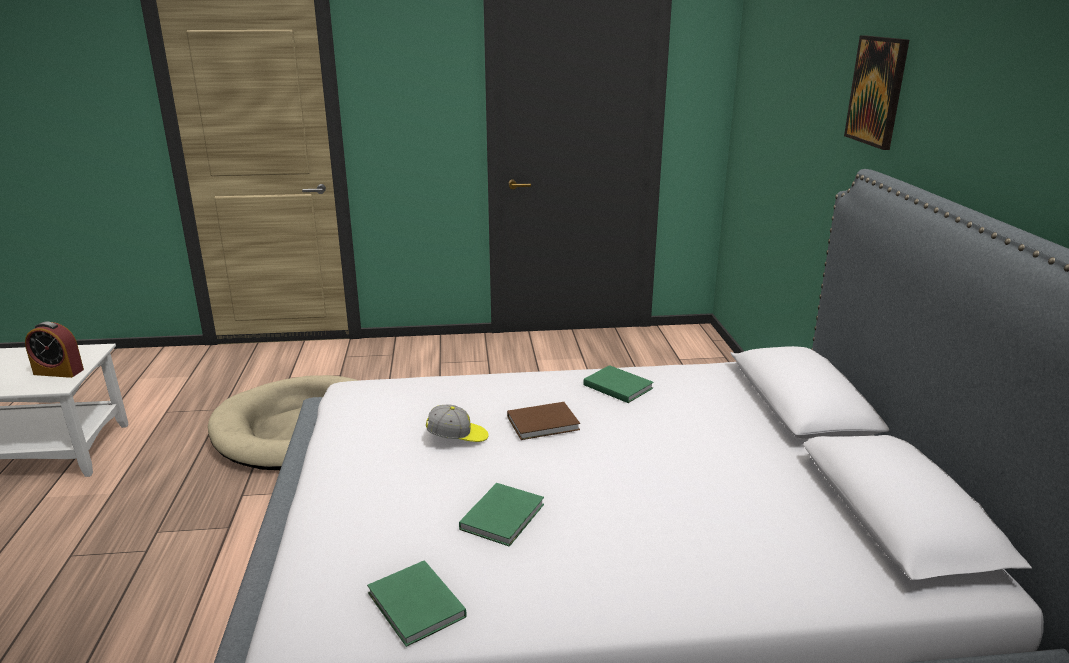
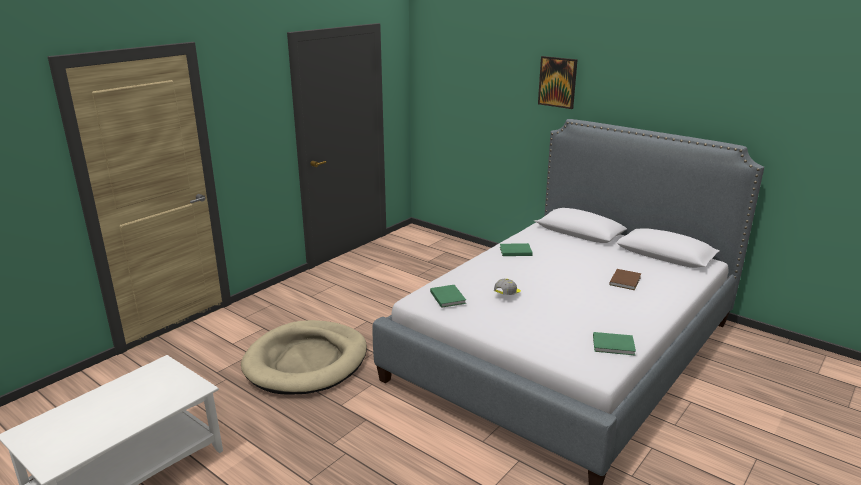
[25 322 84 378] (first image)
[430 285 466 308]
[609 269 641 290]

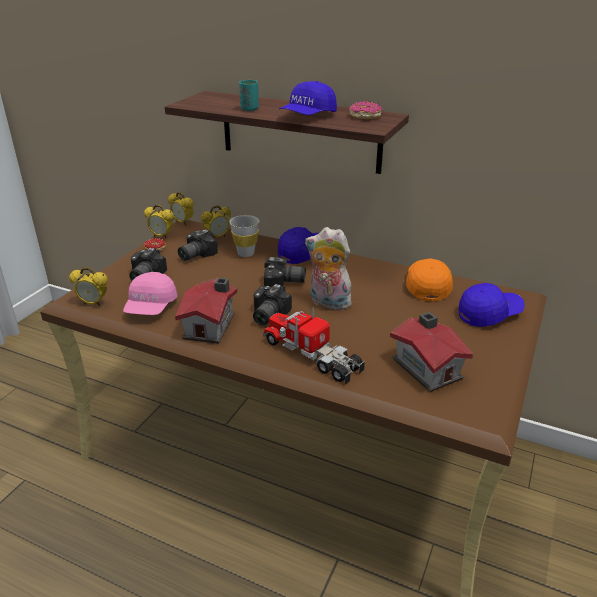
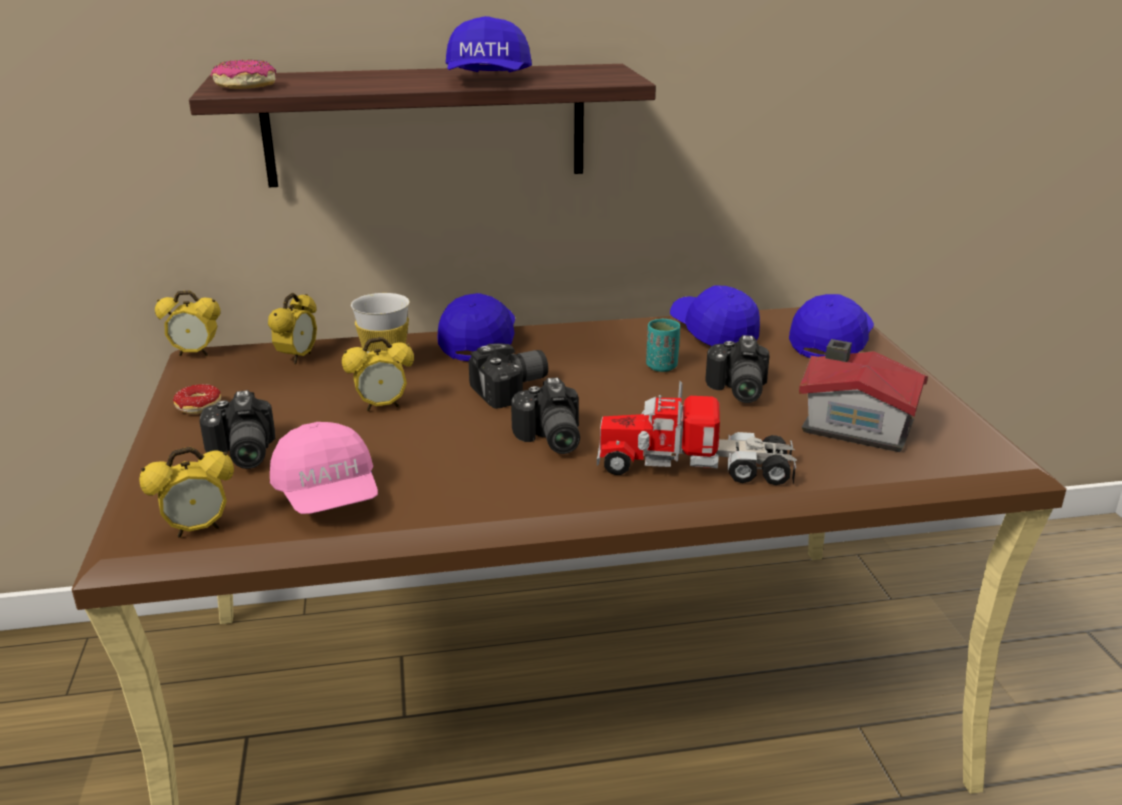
[342 337 414 411]
[175 278 237 343] (first image)
[705 335 769 403]
[646 319 680 372]
[305 227 355 310] (first image)
[210 60 276 89]
[670 286 760 346]

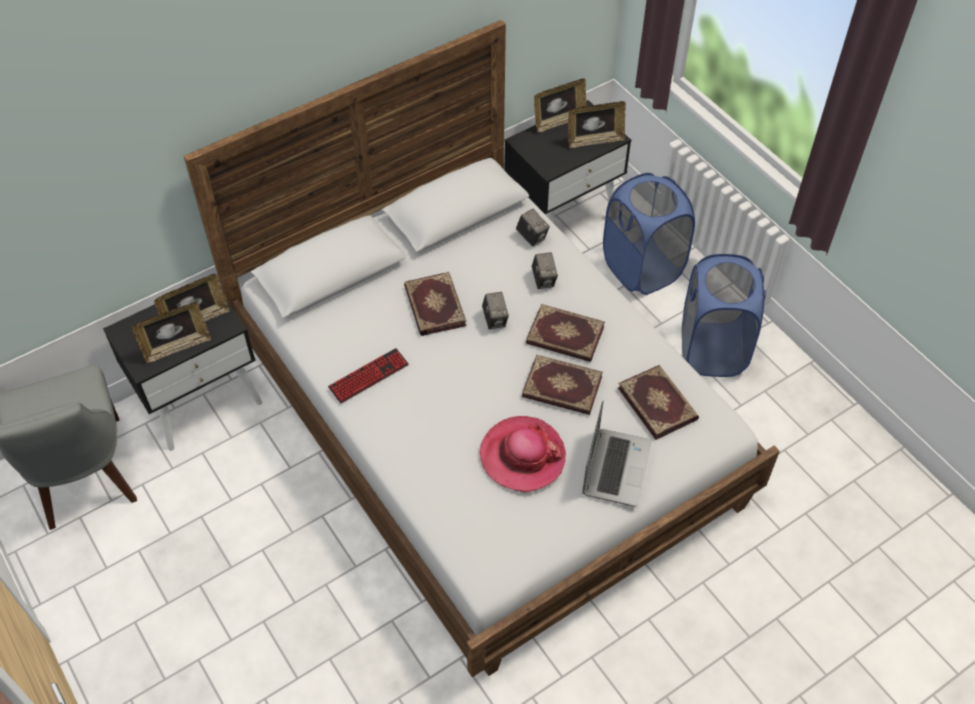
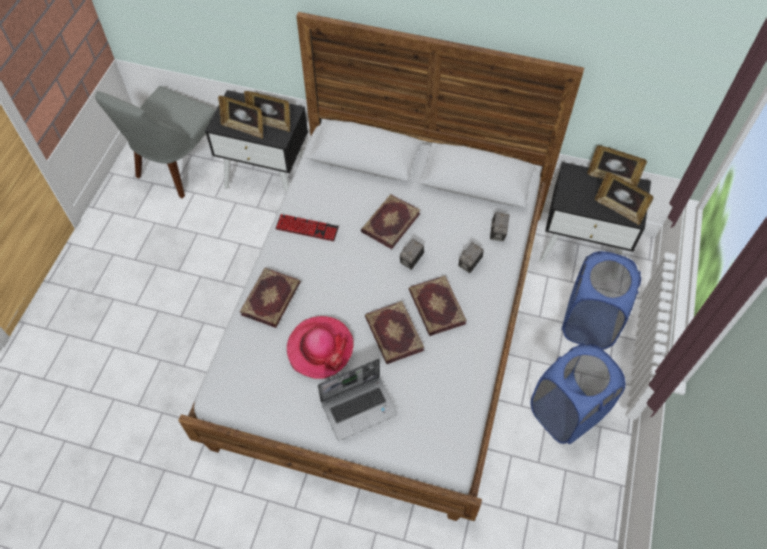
[240 268 300 328]

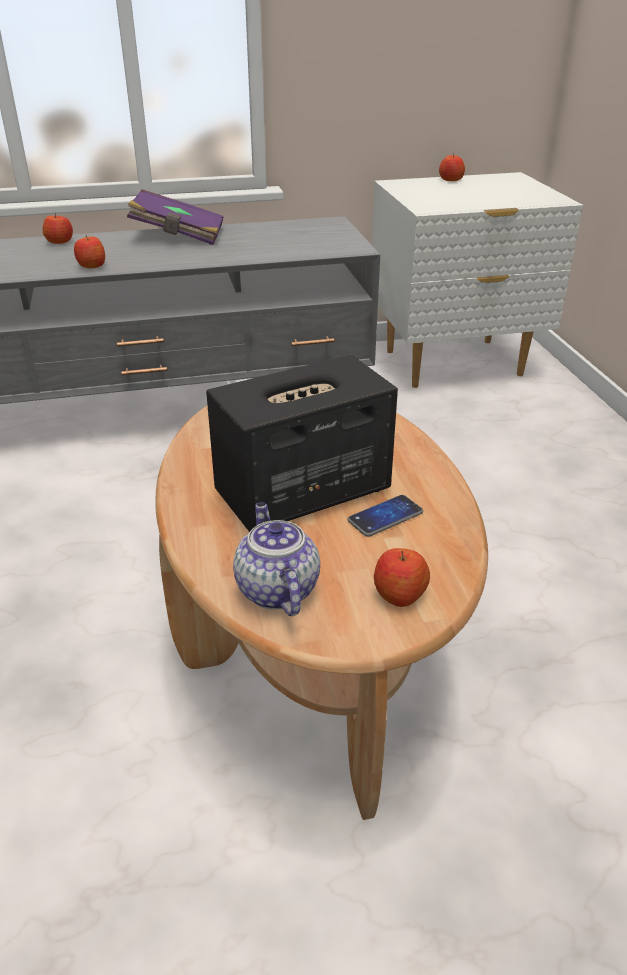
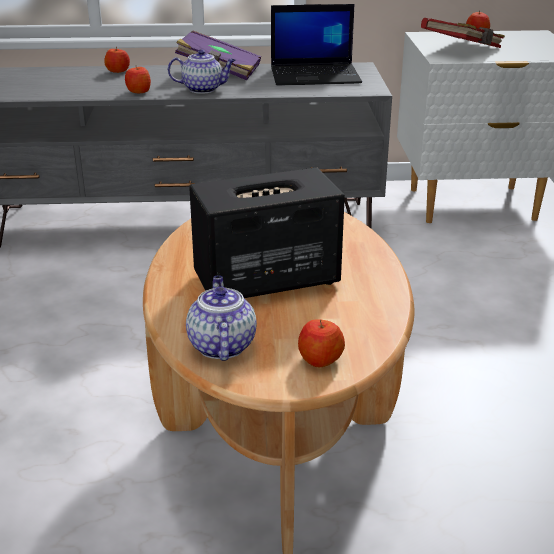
[348 495 423 537] (first image)
[168 49 236 94]
[271 4 362 86]
[421 18 505 48]

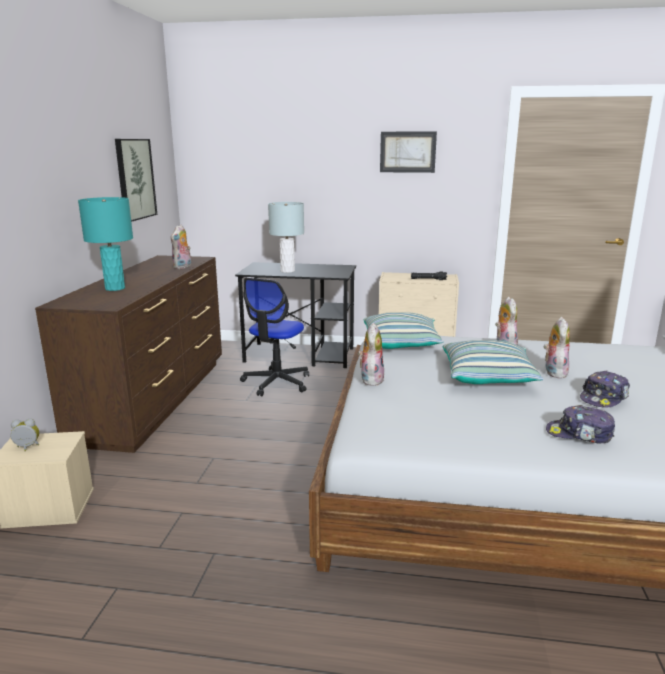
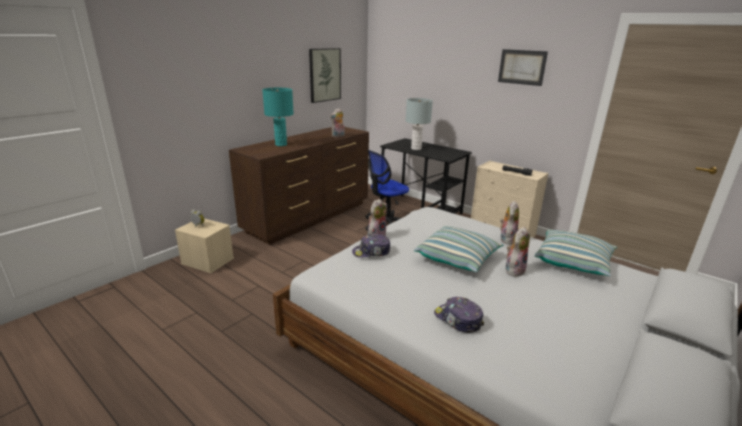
[535 230 617 276]
[352 234 391 258]

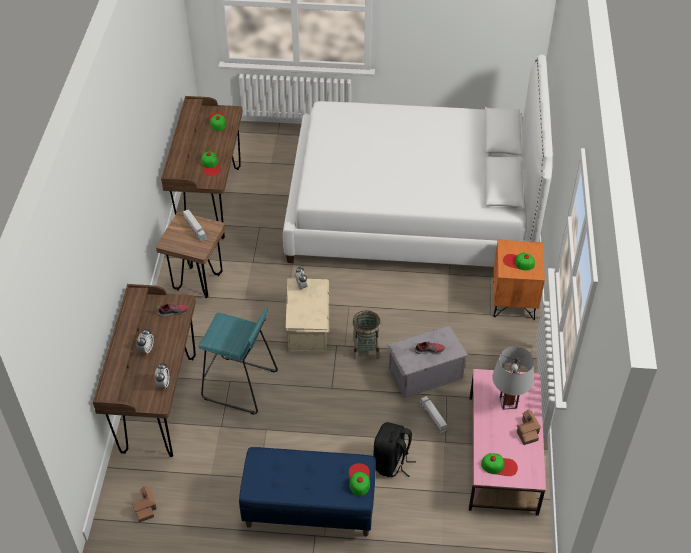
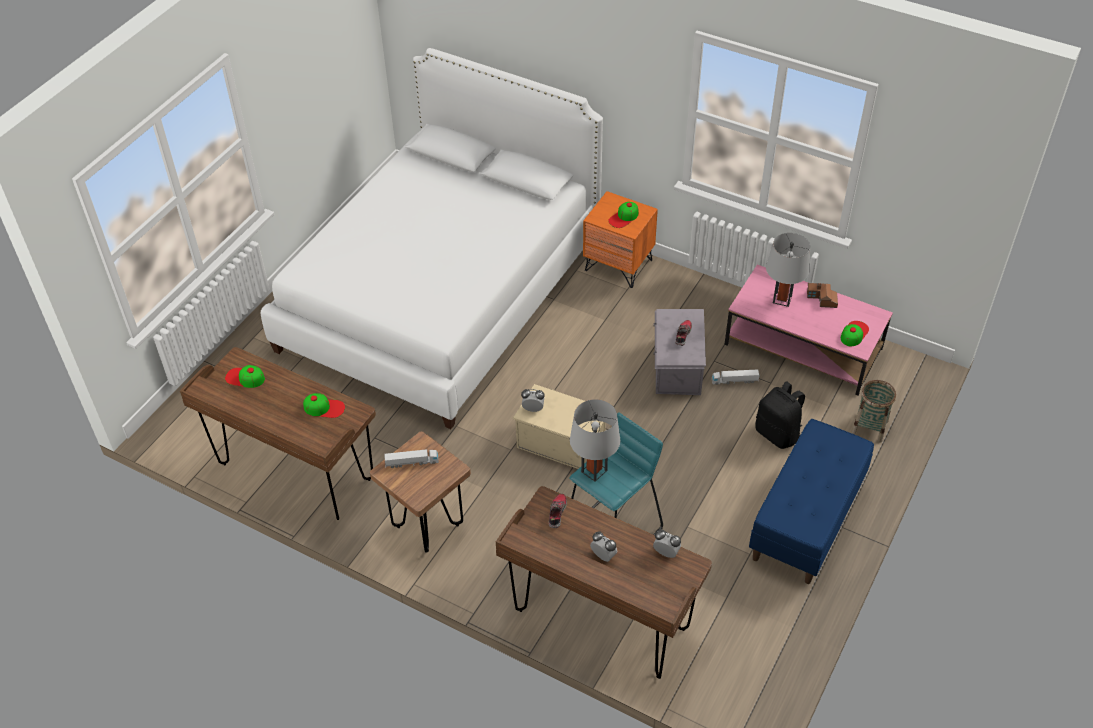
[132 486 156 523] (first image)
[349 463 370 496] (first image)
[851 380 896 443]
[570 399 620 482]

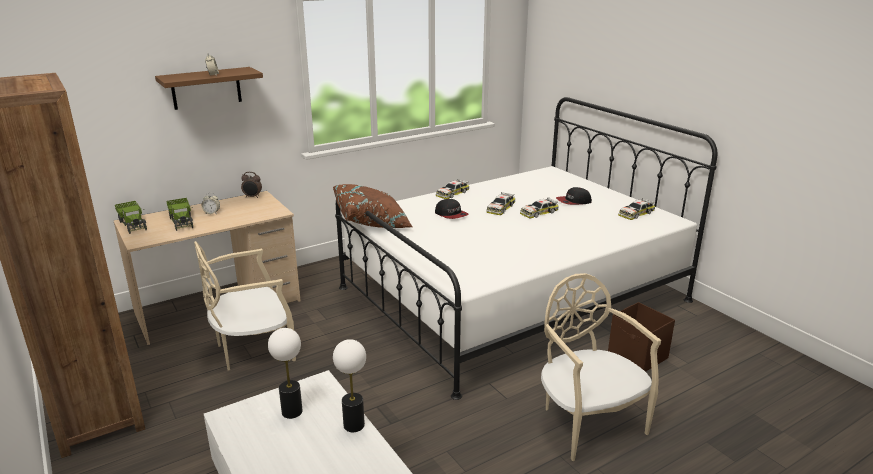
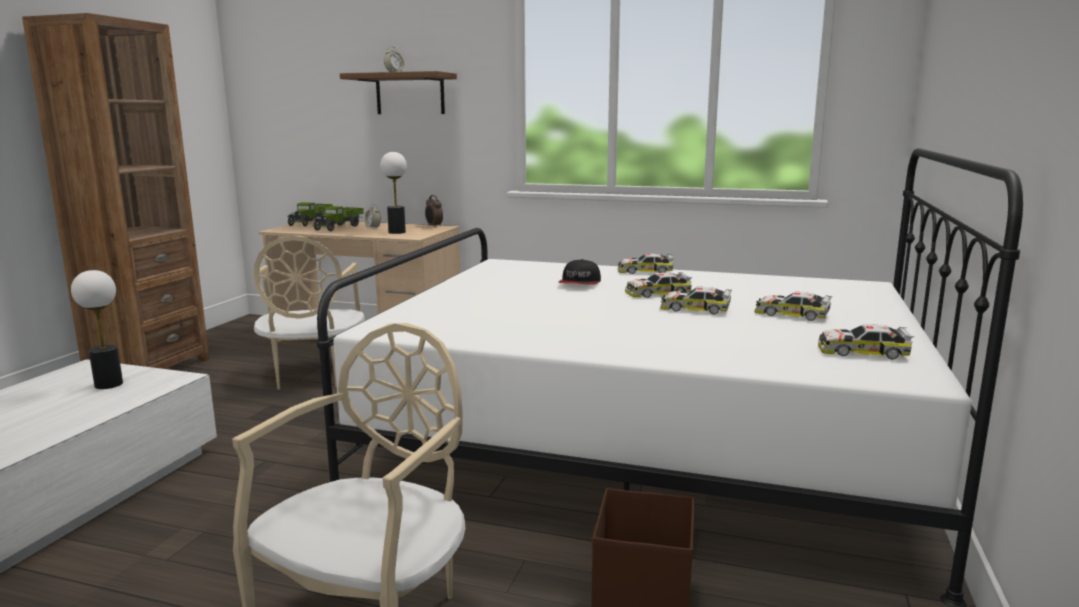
[254 236 365 389]
[333 184 413 228] (first image)
[380 152 407 234]
[754 292 833 321]

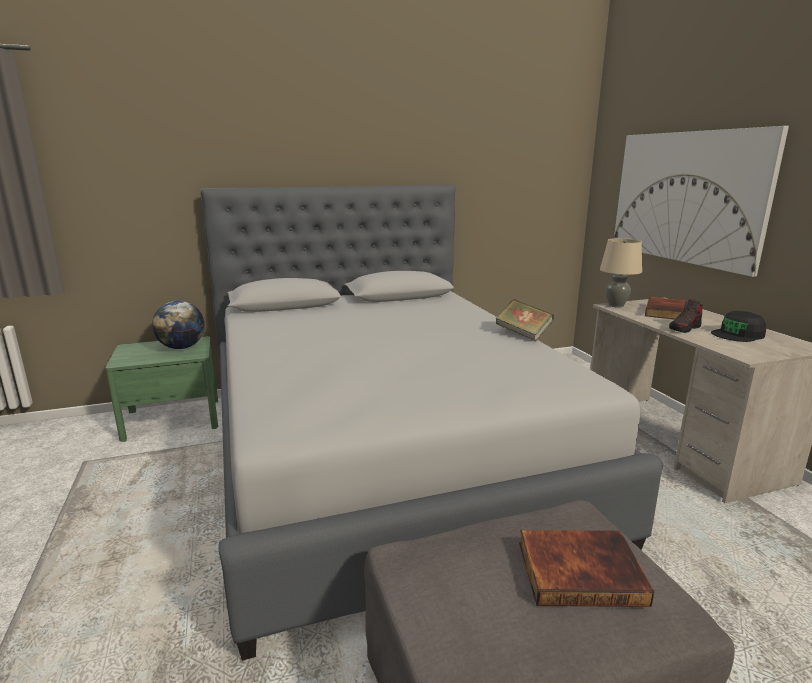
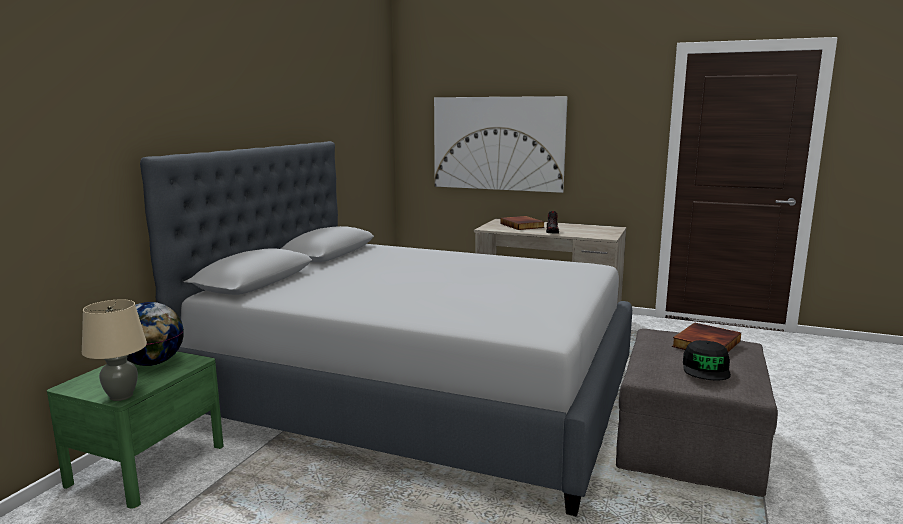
[495 299 554 341] (first image)
[82 299 147 401]
[683 340 731 380]

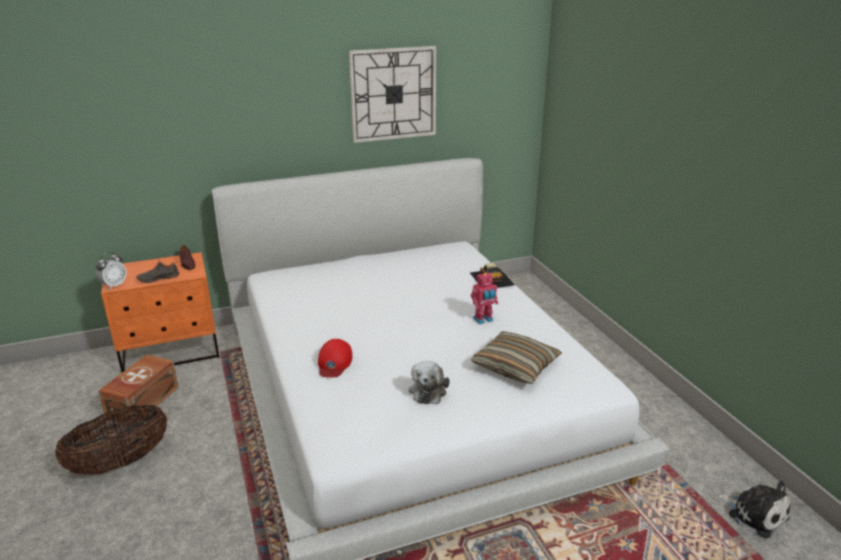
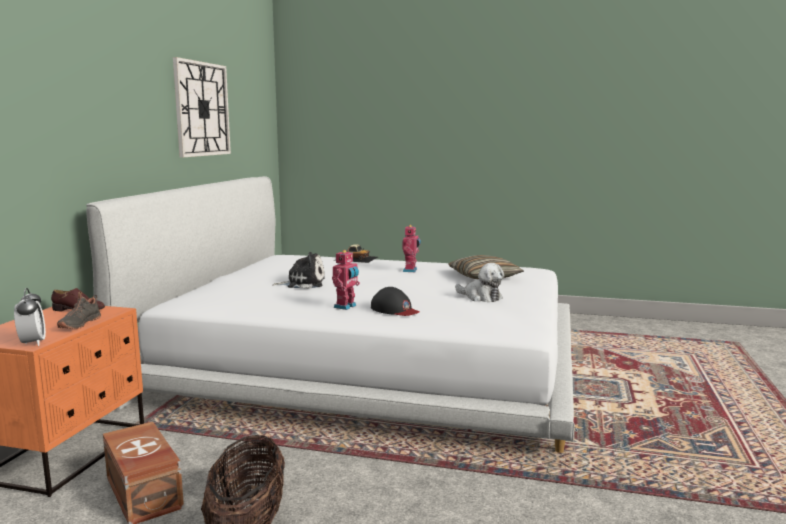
[371 287 419 316]
[273 252 325 289]
[332 250 360 310]

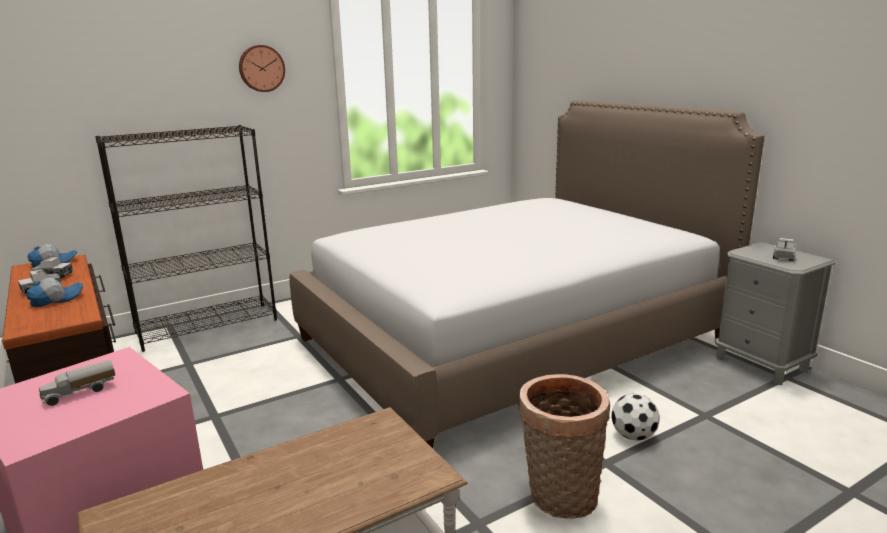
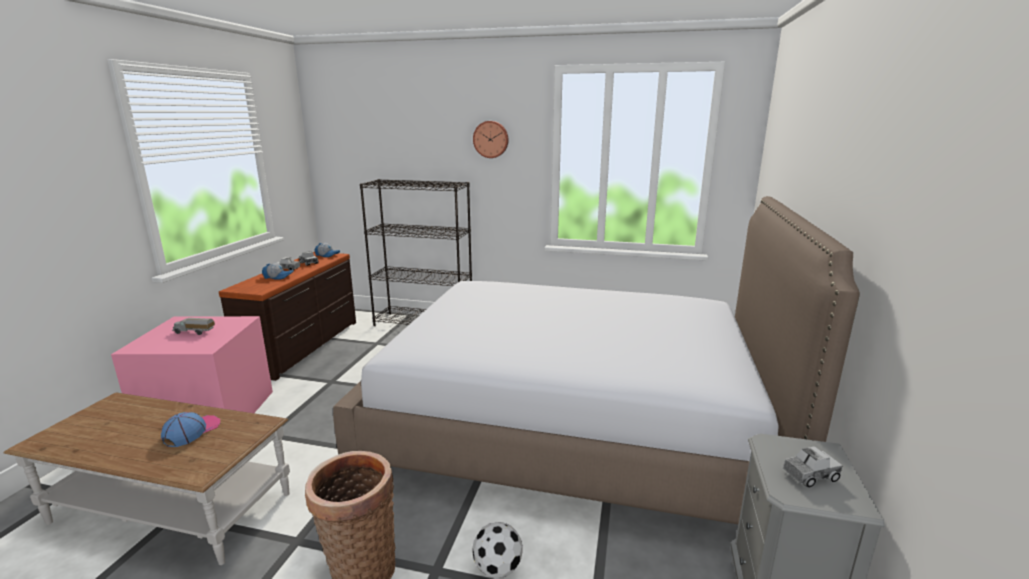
[161 412 220 447]

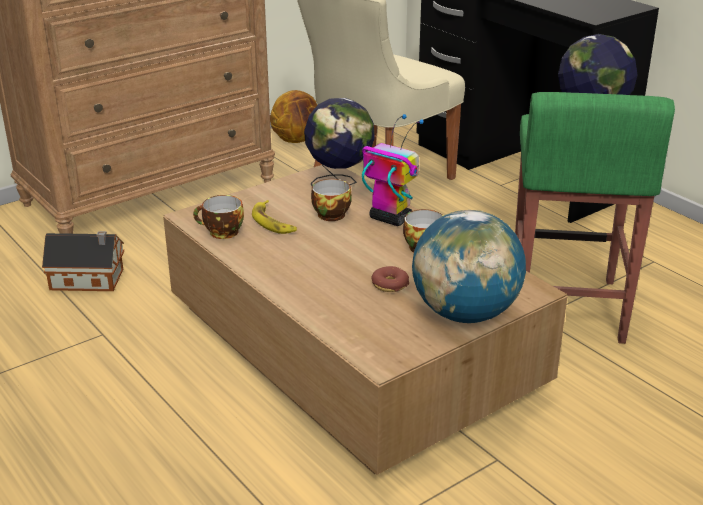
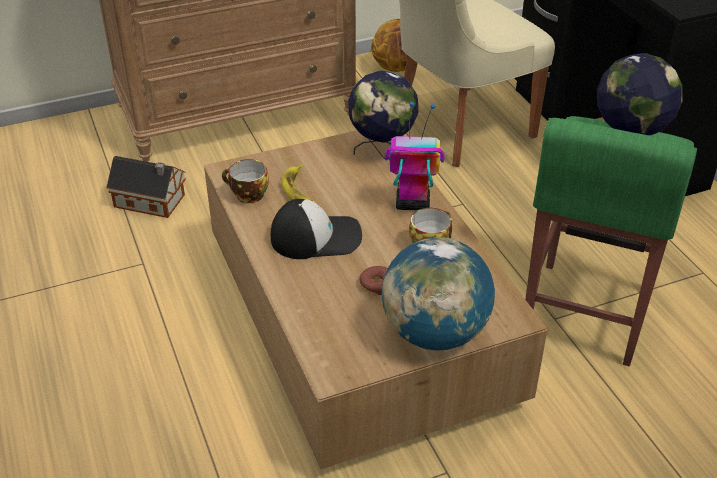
[311 179 352 221] (first image)
[385 102 445 210]
[271 199 362 259]

